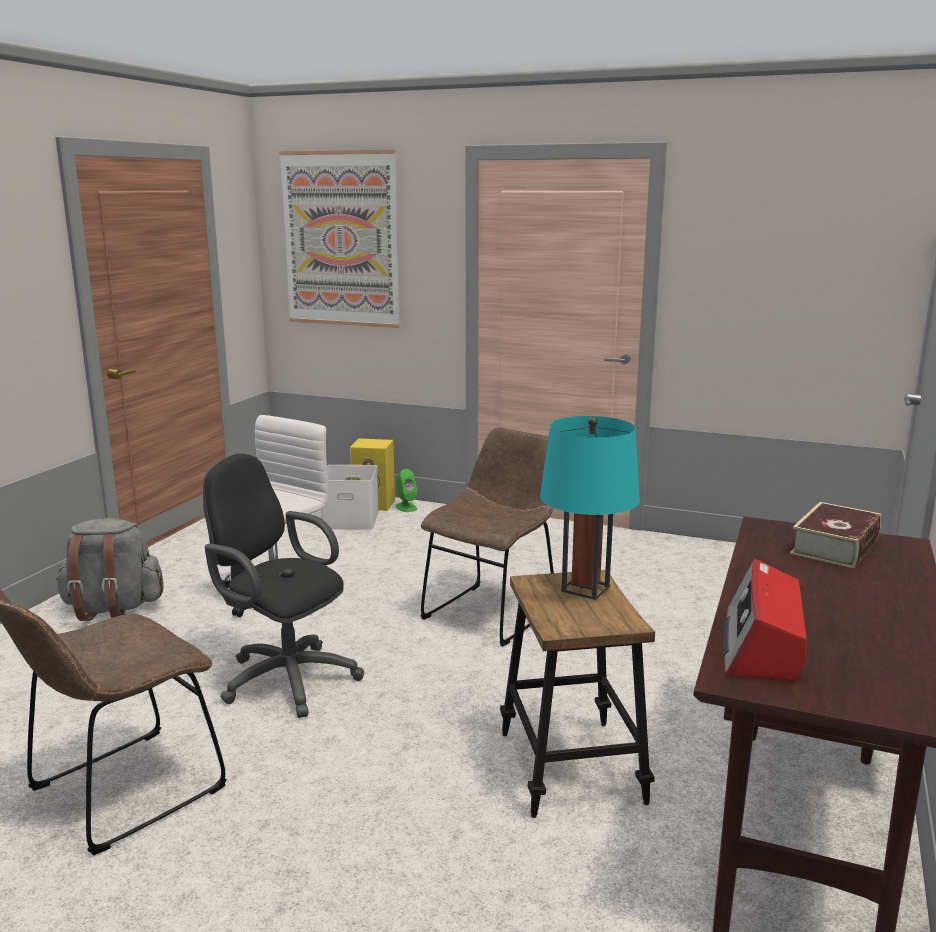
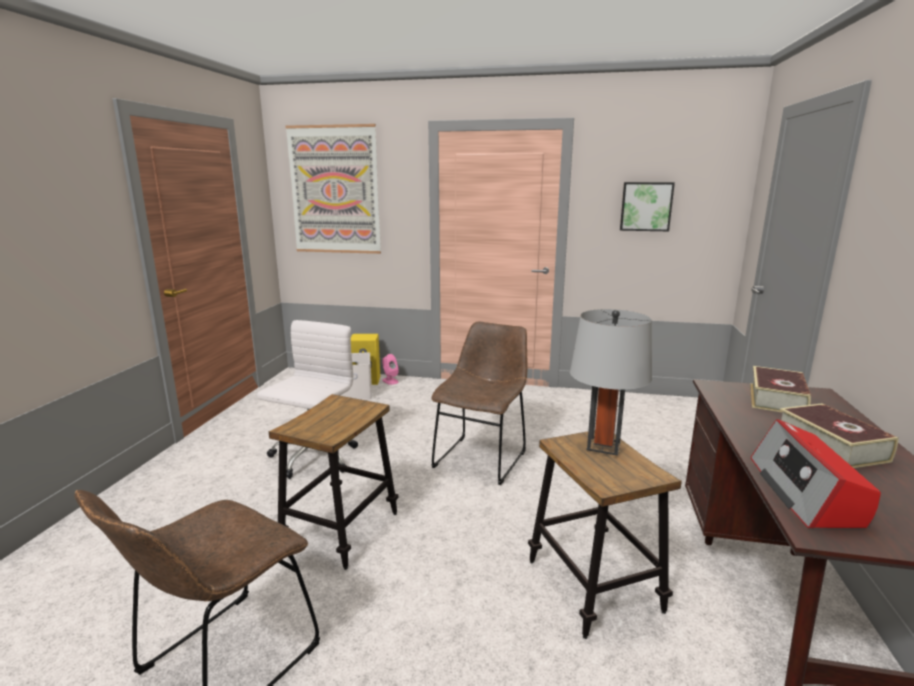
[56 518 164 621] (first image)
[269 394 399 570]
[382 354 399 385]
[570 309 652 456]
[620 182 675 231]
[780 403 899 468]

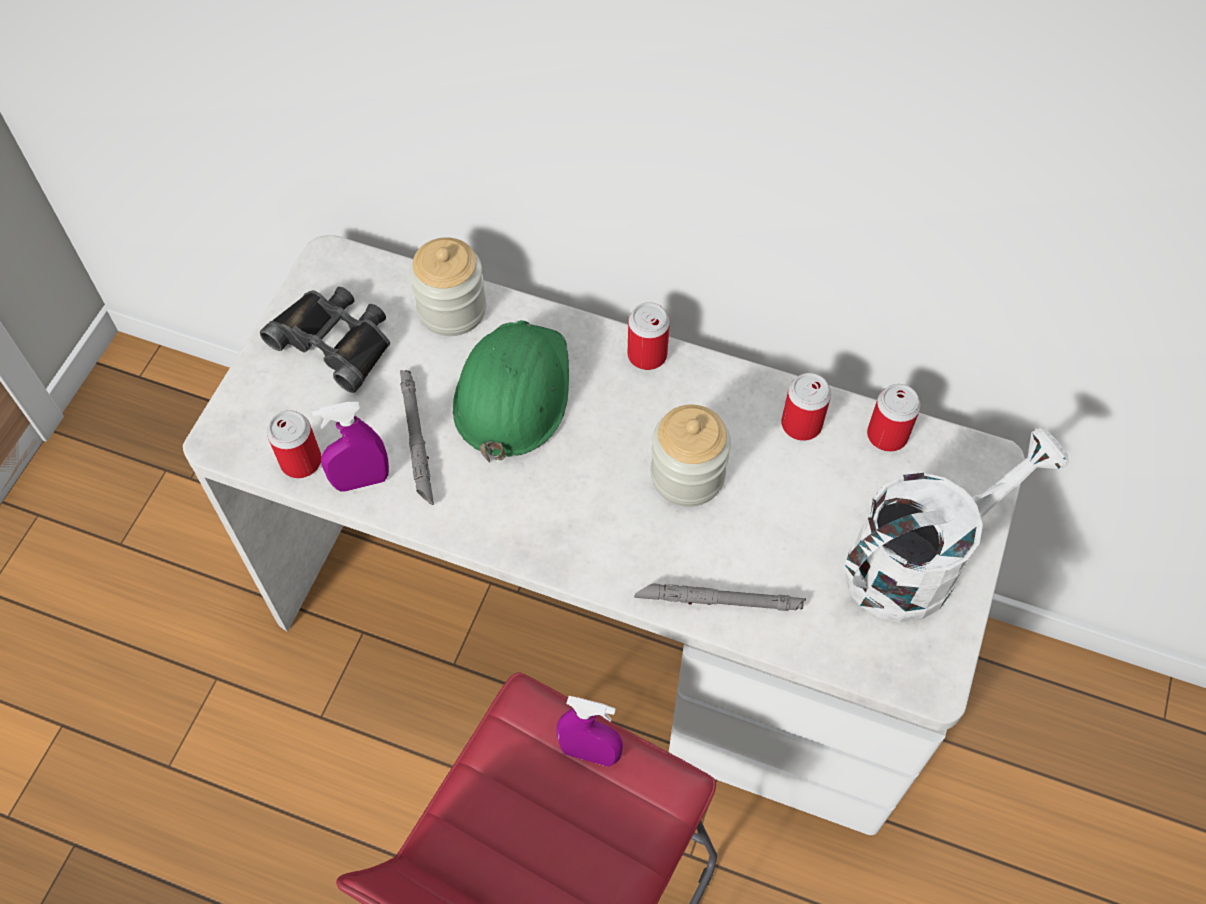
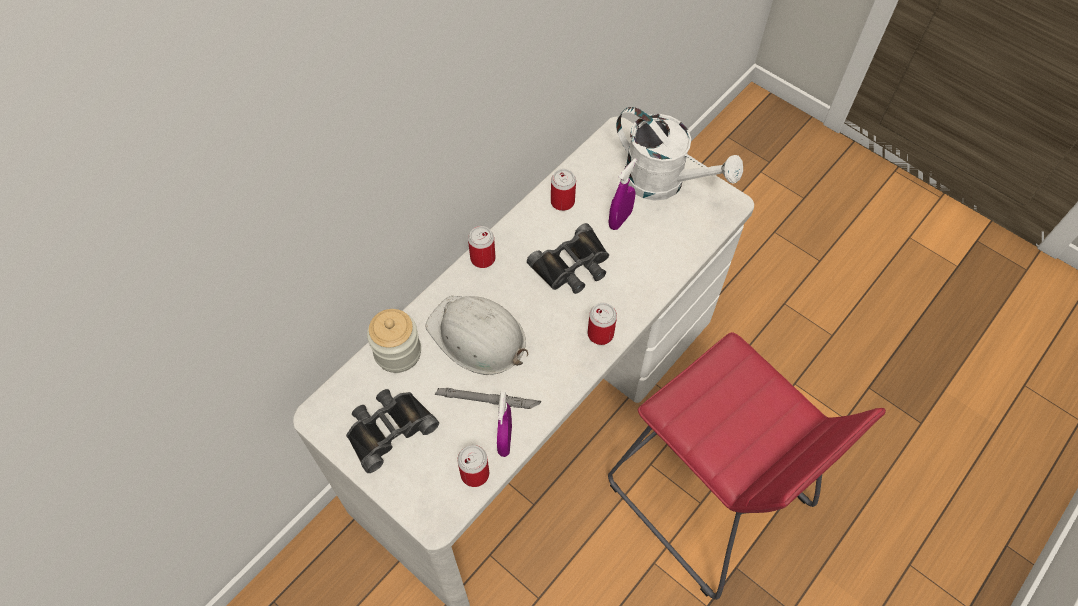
[426 296 528 375]
[609 158 637 230]
[634 583 806 611] (first image)
[527 223 609 294]
[616 107 743 201]
[588 303 617 345]

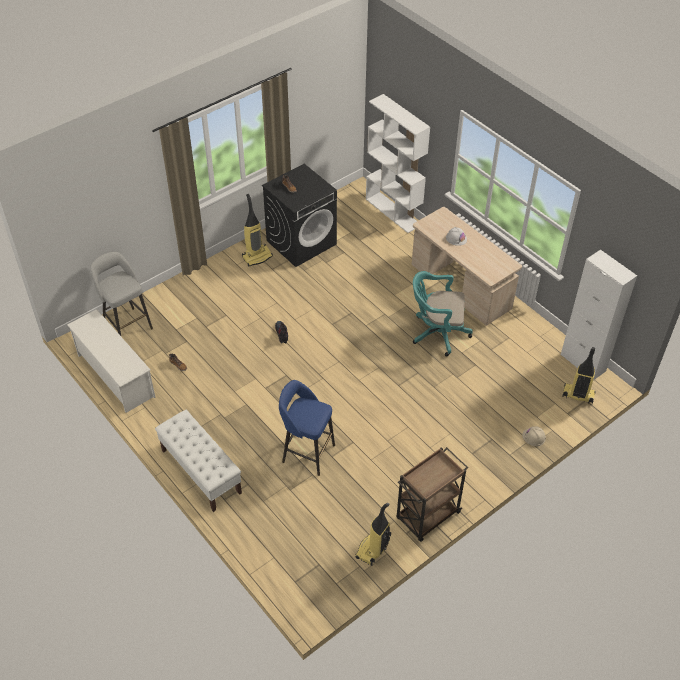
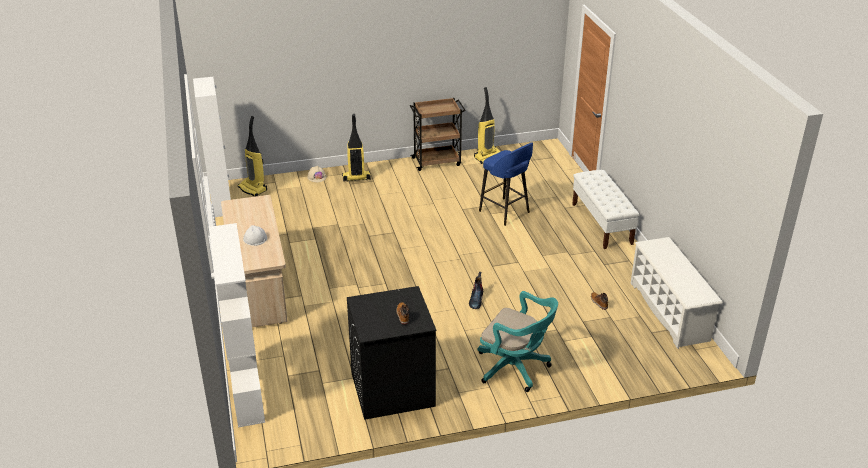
[90 252 153 336] (first image)
[342 114 371 182]
[478 291 558 392]

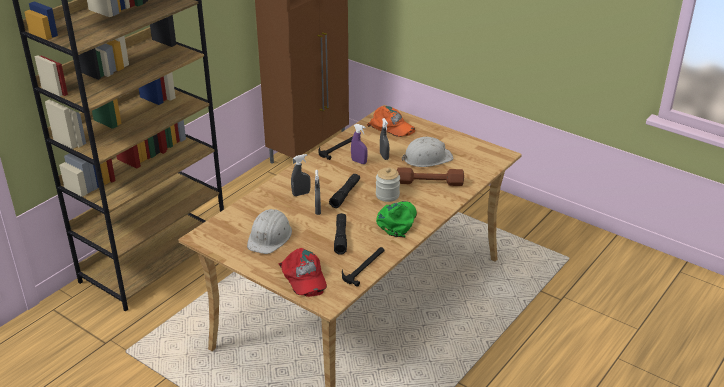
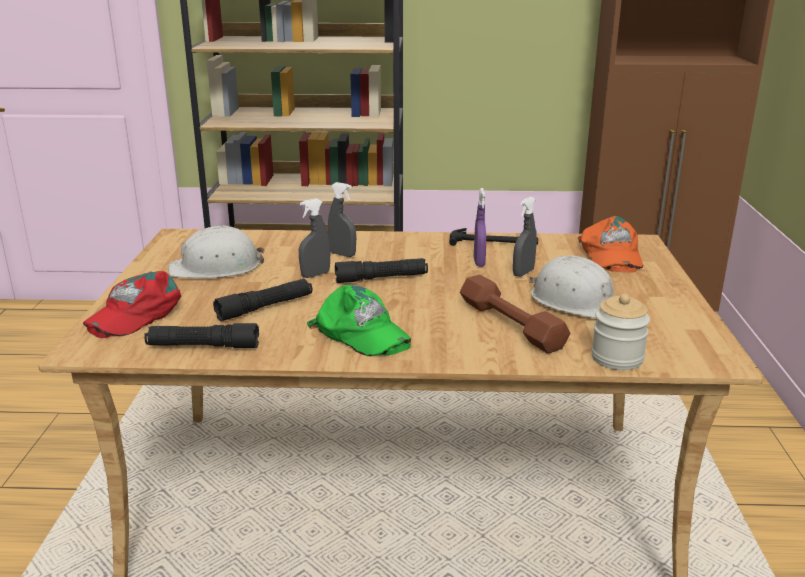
[144 323 259 348]
[591 294 650 370]
[307 285 411 356]

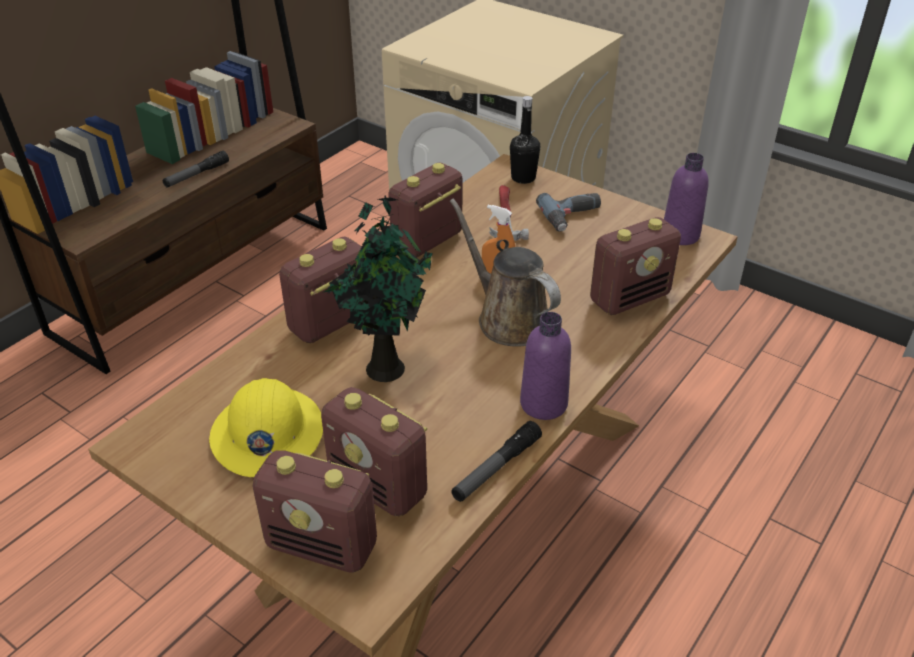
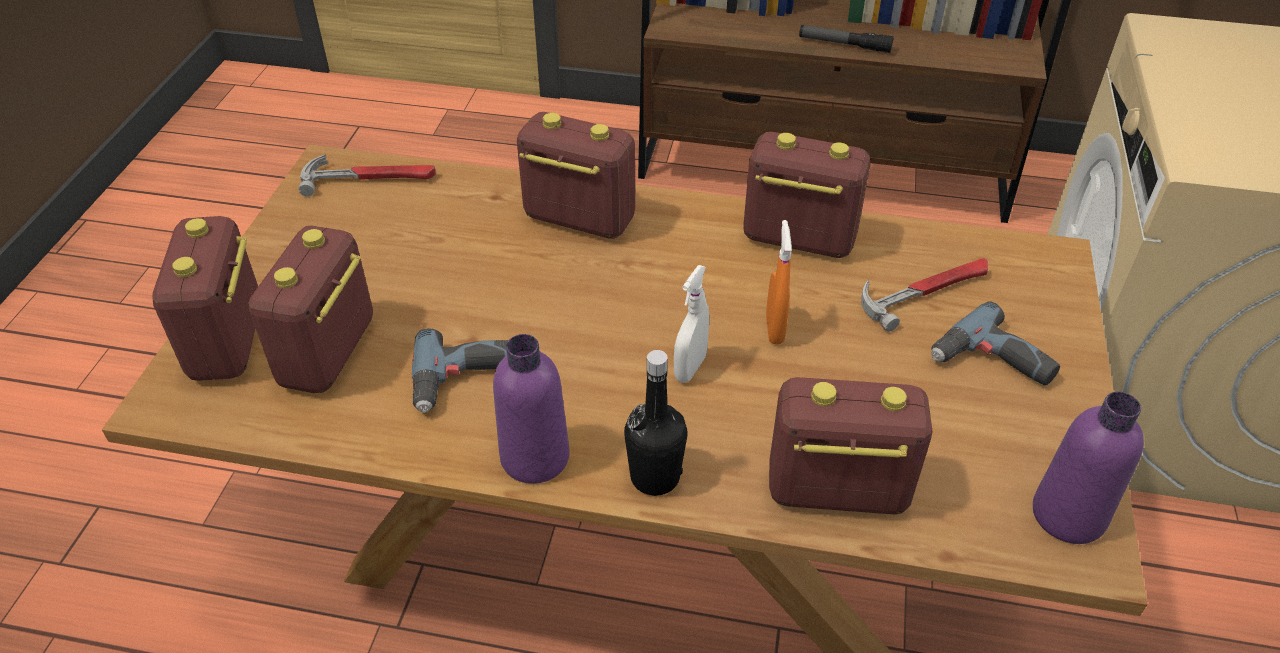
[209 378 323 477] (first image)
[322 195 433 382] (first image)
[674 265 709 383]
[451 421 542 502] (first image)
[624 350 688 496]
[769 377 932 514]
[299 154 436 197]
[412 328 509 413]

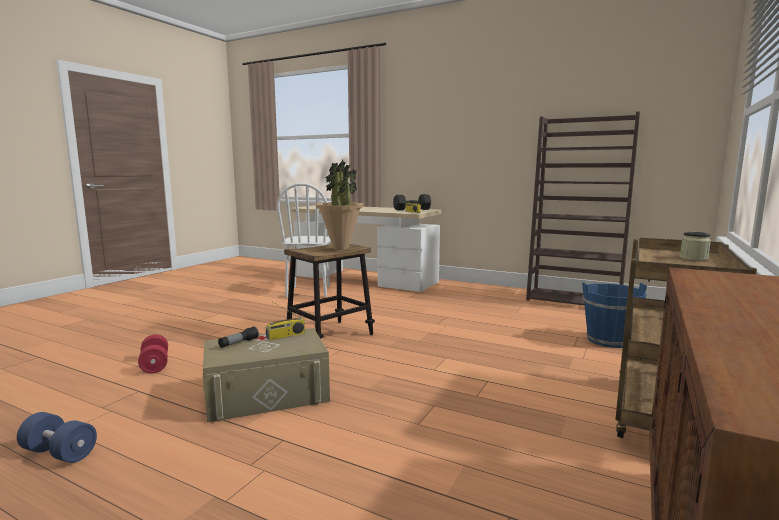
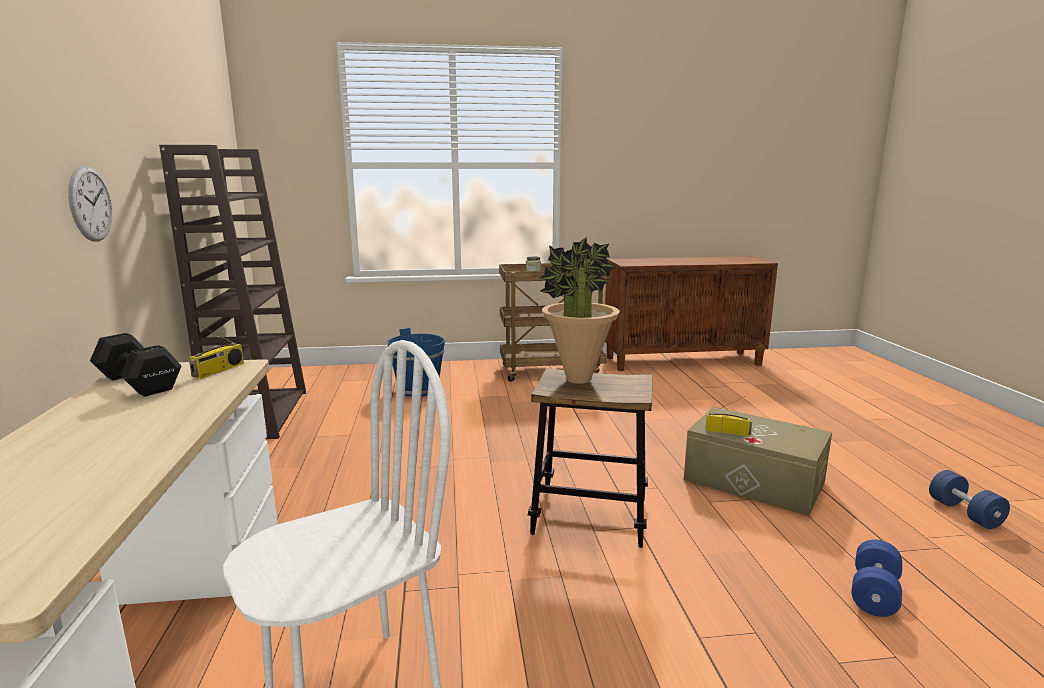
[851 539 902 617]
[218 326 259 348] (first image)
[68 165 113 242]

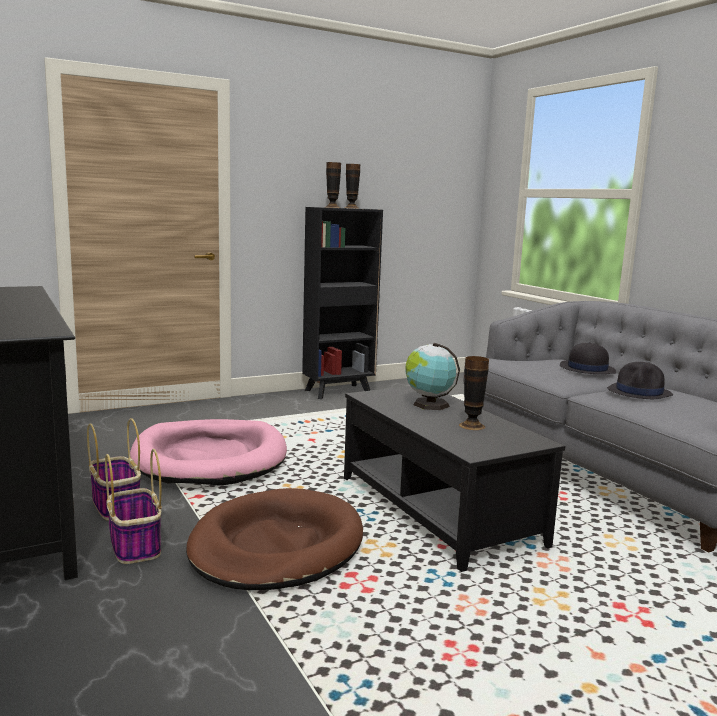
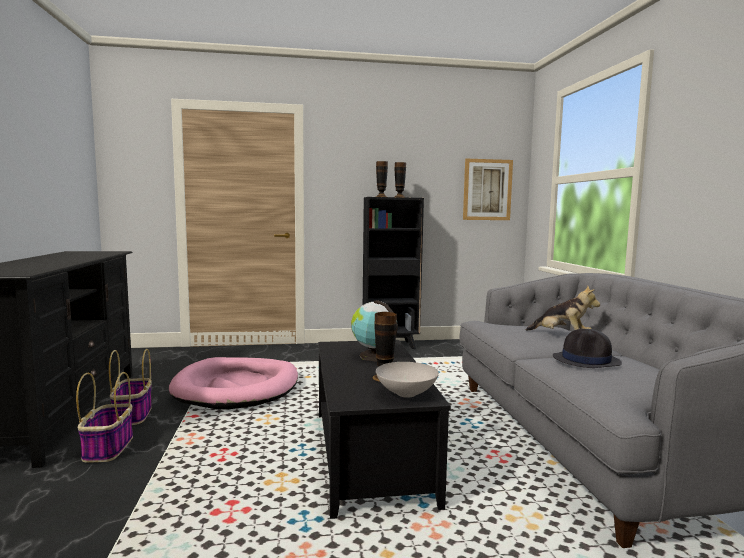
[186 488 363 590] (first image)
[526 286 600 331]
[376 362 439 398]
[463 159 513 220]

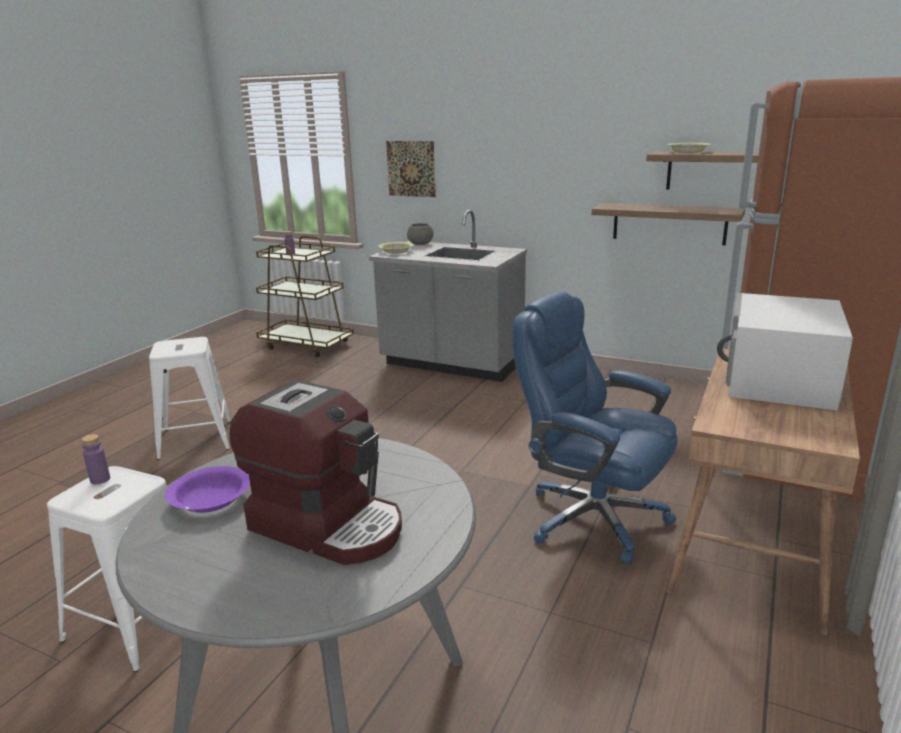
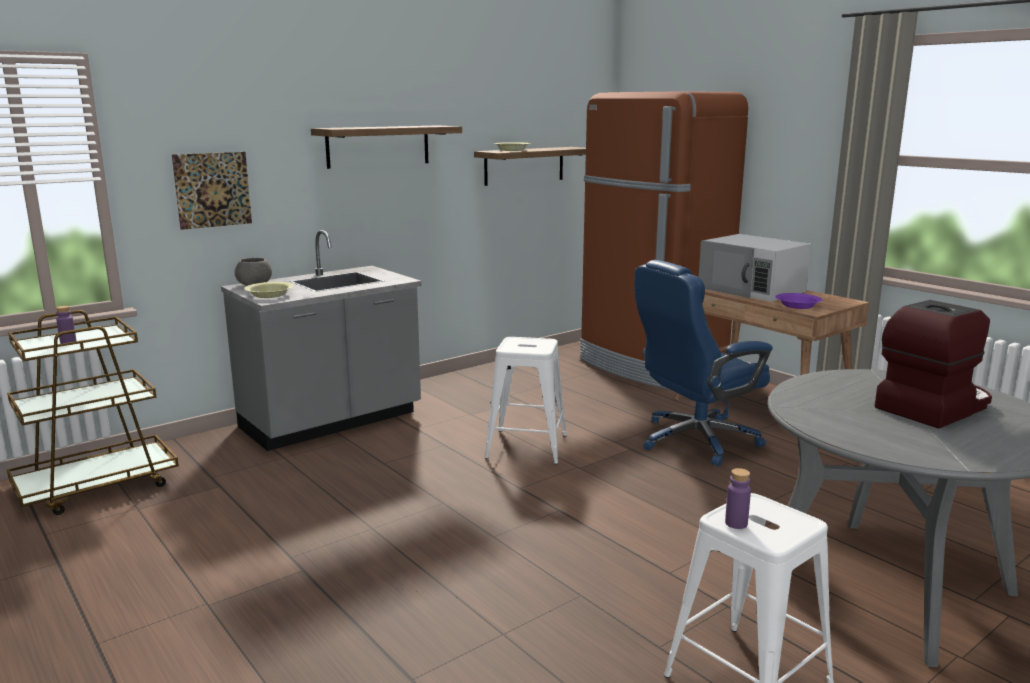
[485 337 567 464]
[775 293 822 309]
[311 126 462 169]

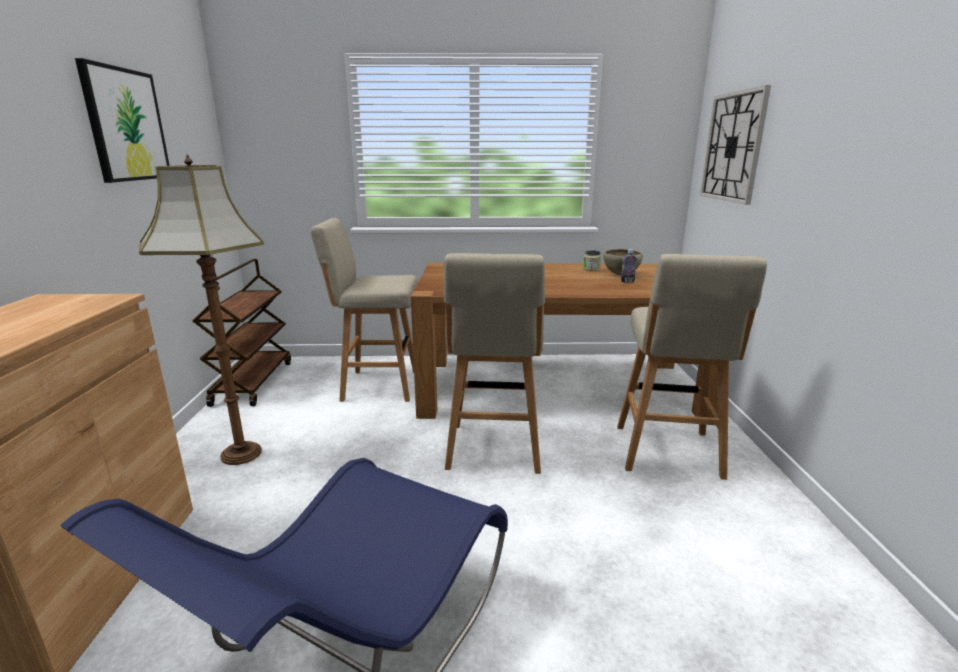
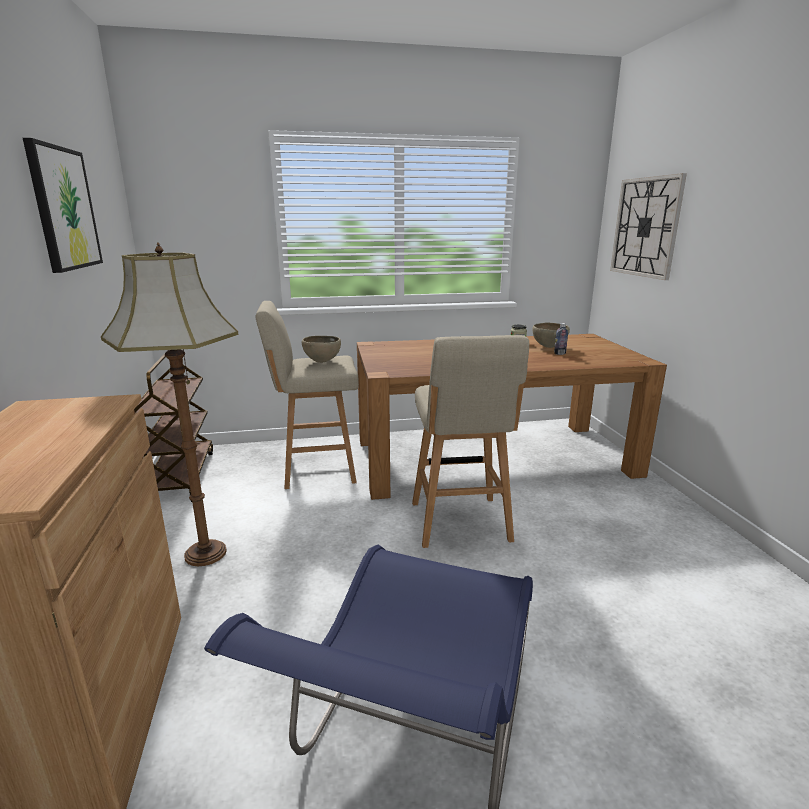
[617 254 767 480] (first image)
[302 336 341 363]

